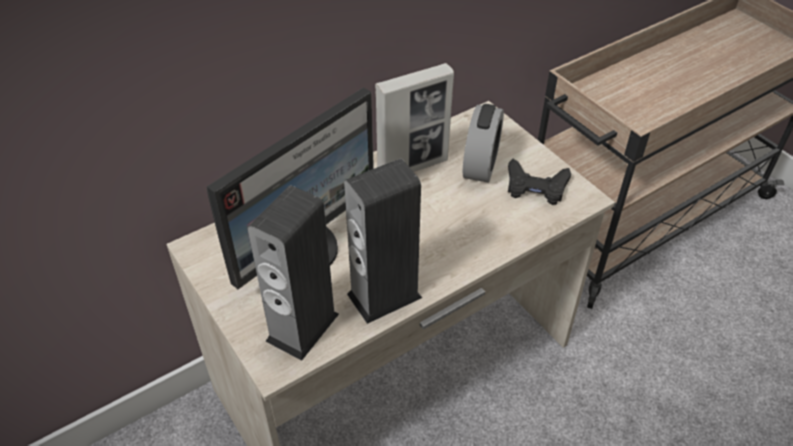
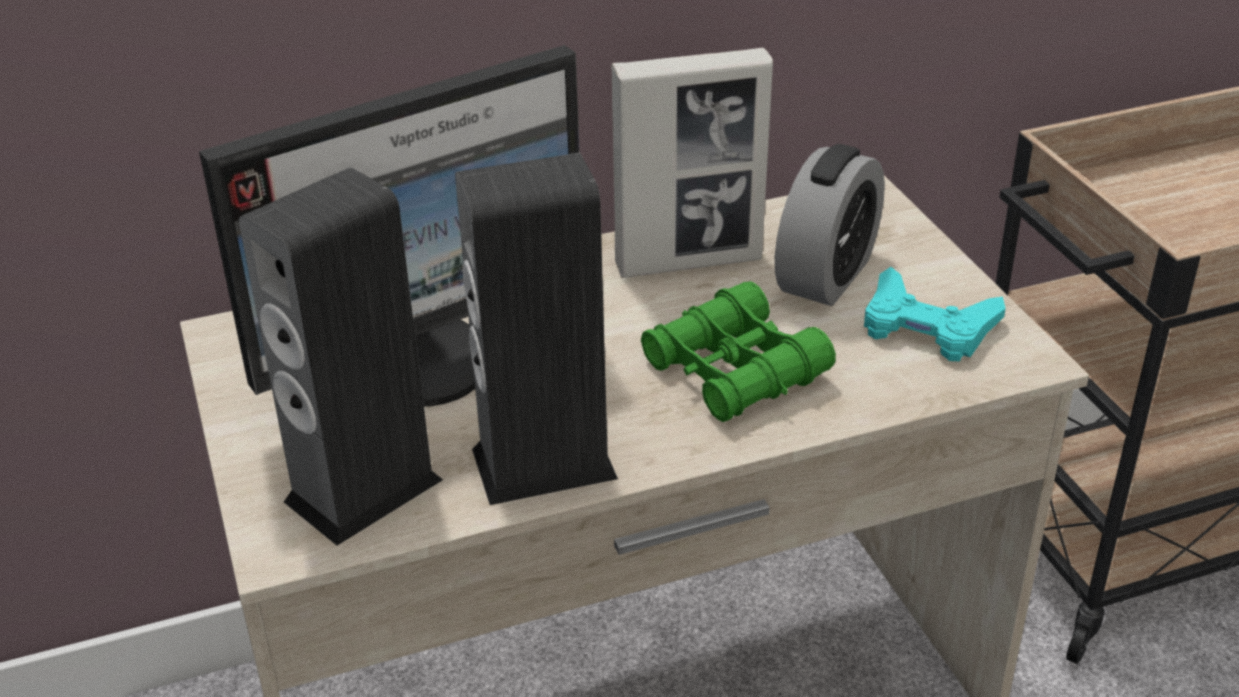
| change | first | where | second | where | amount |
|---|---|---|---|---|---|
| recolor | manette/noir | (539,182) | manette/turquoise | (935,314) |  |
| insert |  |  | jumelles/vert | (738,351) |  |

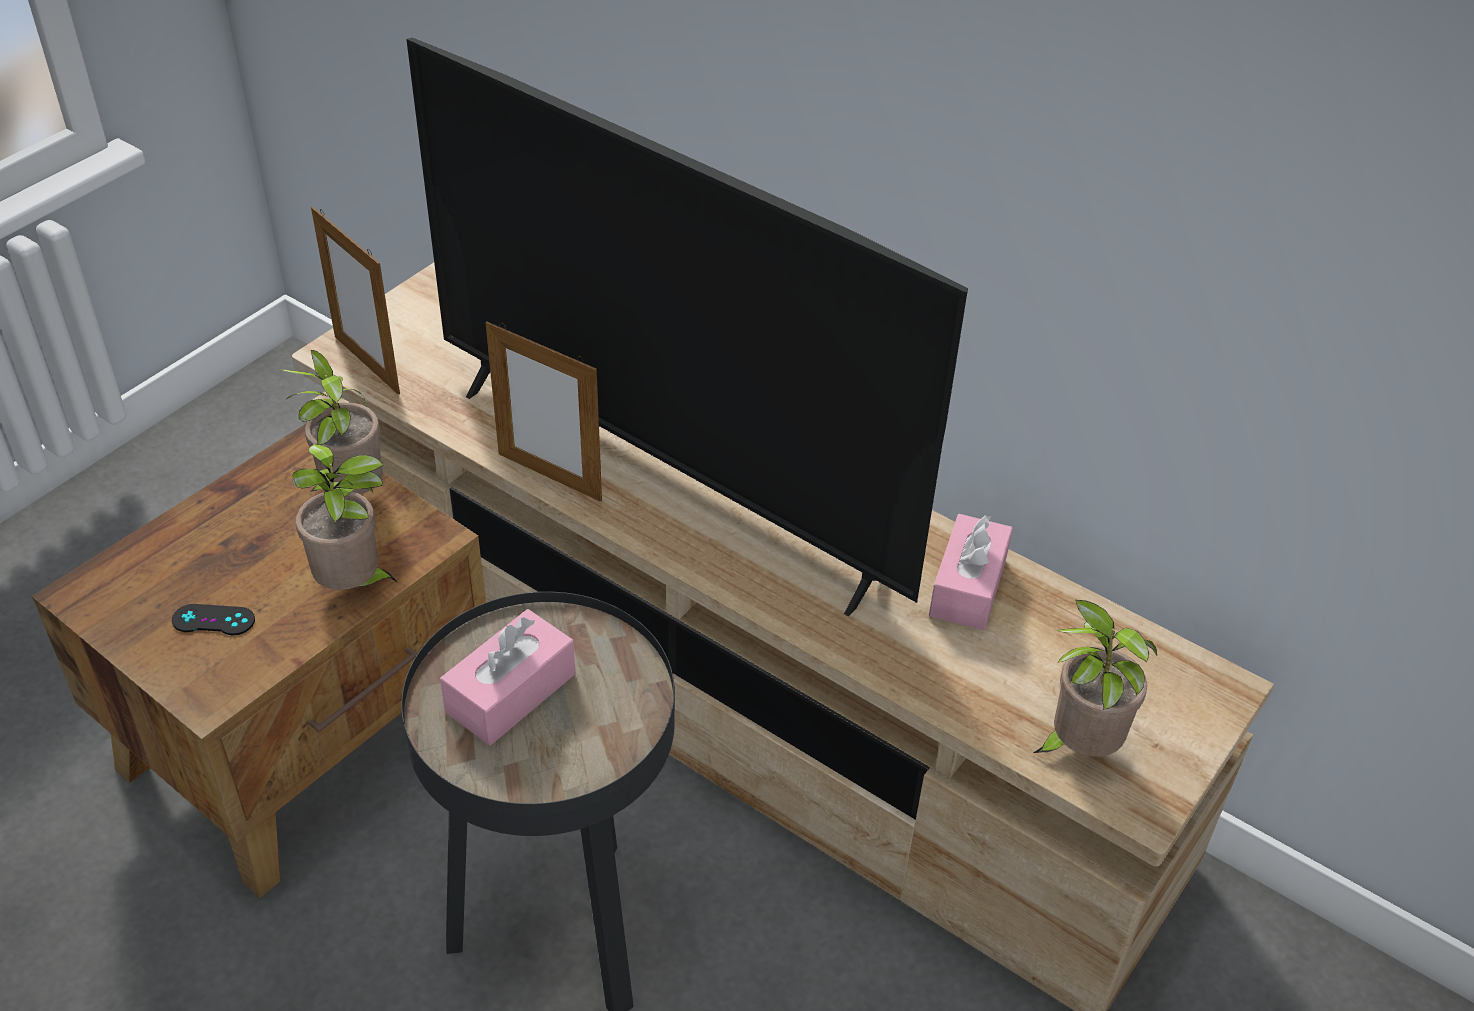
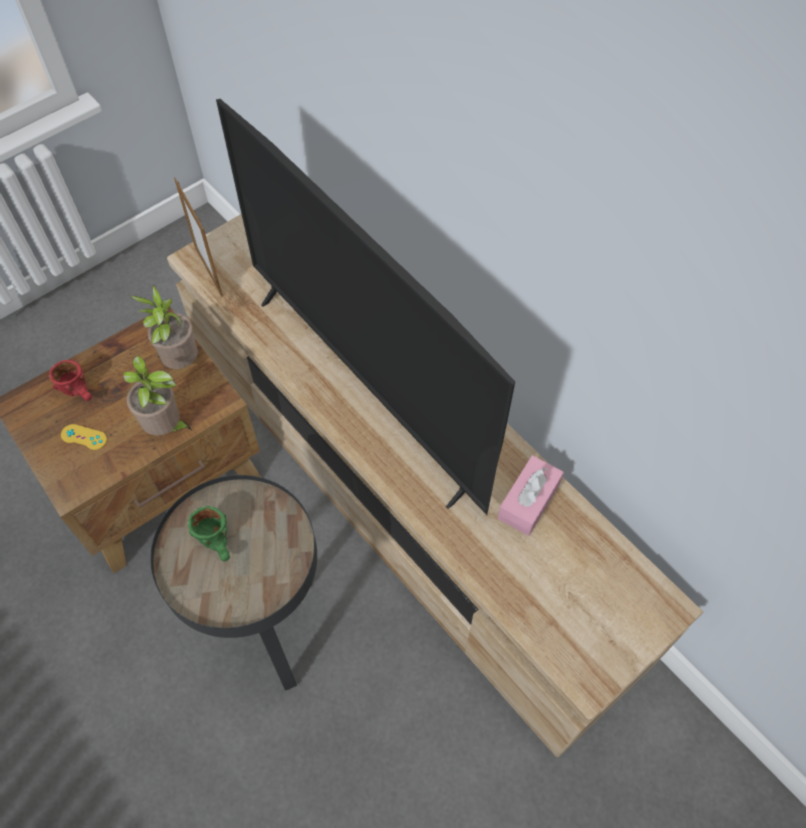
| change | first | where | second | where | amount |
|---|---|---|---|---|---|
| recolor | manette/noir | (213,619) | manette/jaune | (84,437) |  |
| replace | boîte à mouchoirs/rose | (507,677) | mug/vert | (209,534) |  |
| delete | cadre photo | (543,412) |  |  |  |
| delete | plante en pot | (1095,678) |  |  |  |
| insert |  |  | mug/rouge | (70,380) |  |

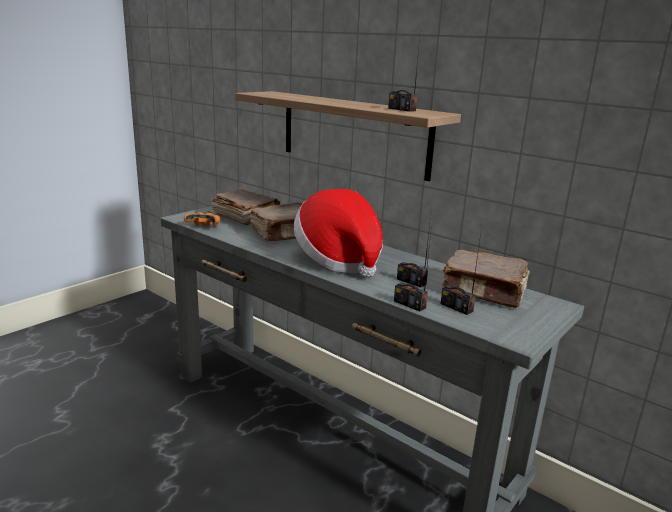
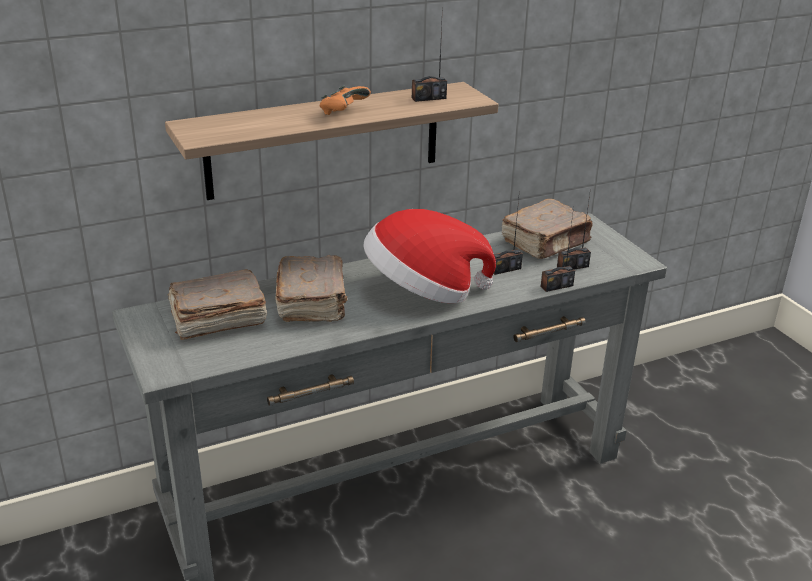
| change | first | where | second | where | amount |
|---|---|---|---|---|---|
| move | manette/orange | (202,219) |  | (345,100) |  |

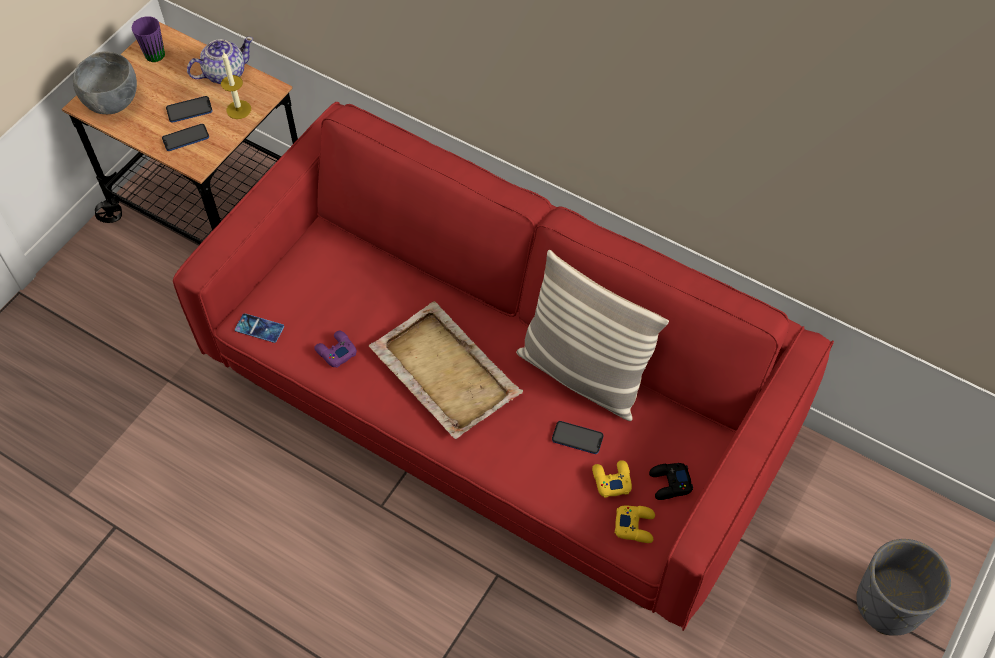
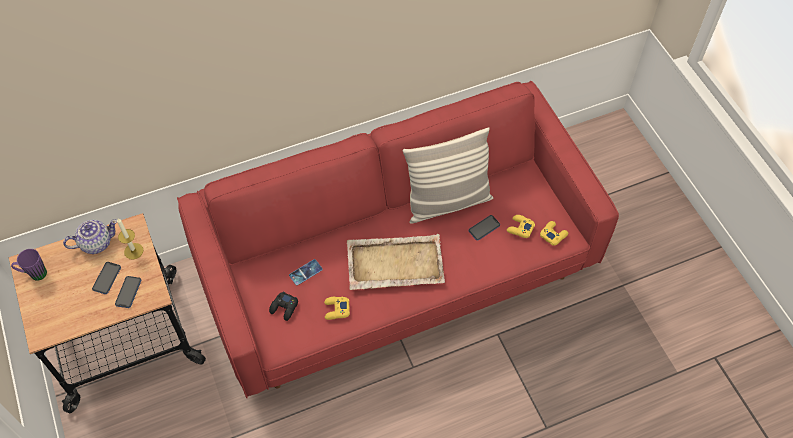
| change | first | where | second | where | amount |
|---|---|---|---|---|---|
| delete | bol/gris | (105,82) |  |  |  |
| rotate | théière | (220,60) |  | (90,236) | 60 degrees clockwise |
| move | téléphone | (259,328) |  | (306,272) |  |
| recolor | manette/violet | (335,349) | manette/jaune | (337,308) |  |
| move | manette/noir | (671,481) |  | (283,306) |  |
| delete | cache-pot/gris | (903,587) |  |  |  |

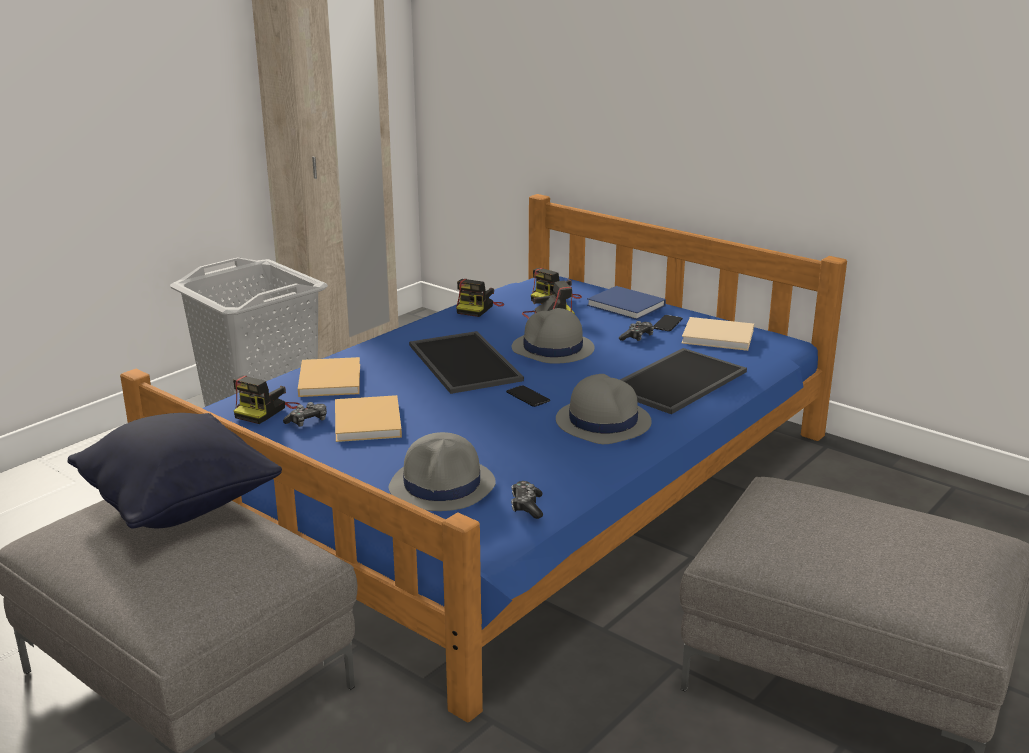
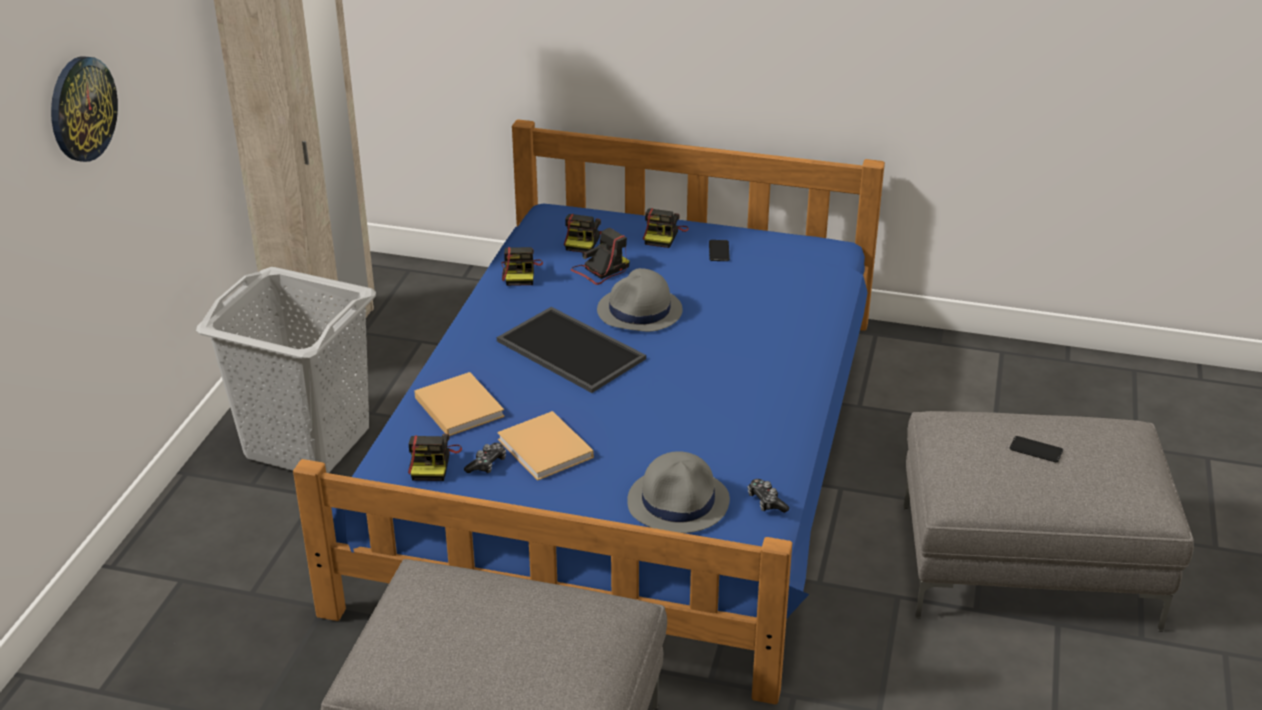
| change | first | where | second | where | amount |
|---|---|---|---|---|---|
| delete | coussin/noir | (174,470) |  |  |  |
| move | téléphone | (528,396) |  | (1036,449) |  |
| delete | chapeau/gris | (604,409) |  |  |  |
| replace | livre/bleu | (626,303) | appareil photo | (666,228) |  |
| delete | manette | (636,331) |  |  |  |
| delete | plateau | (683,381) |  |  |  |
| delete | livre/beige | (718,334) |  |  |  |
| insert |  |  | horloge murale | (84,109) |  |

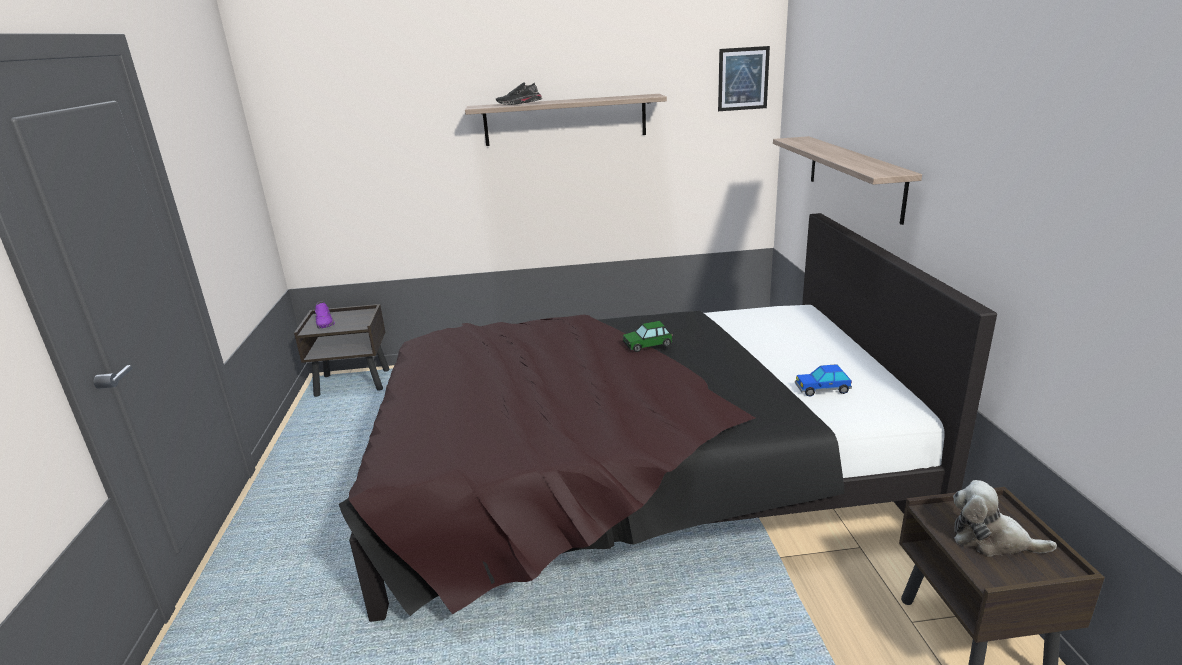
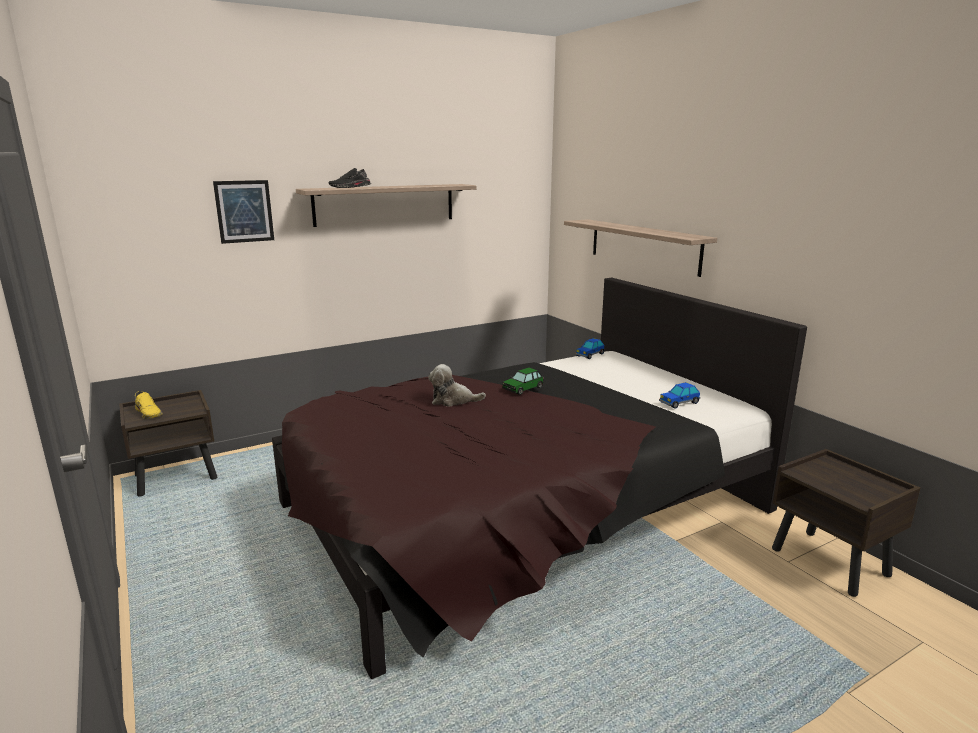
| change | first | where | second | where | amount |
|---|---|---|---|---|---|
| recolor | chaussure/violet | (325,314) | chaussure/jaune | (148,405) |  |
| move | tableau | (744,78) |  | (243,212) |  |
| move | peluche | (1005,518) |  | (457,385) |  |
| insert |  |  | petite voiture | (590,348) |  |

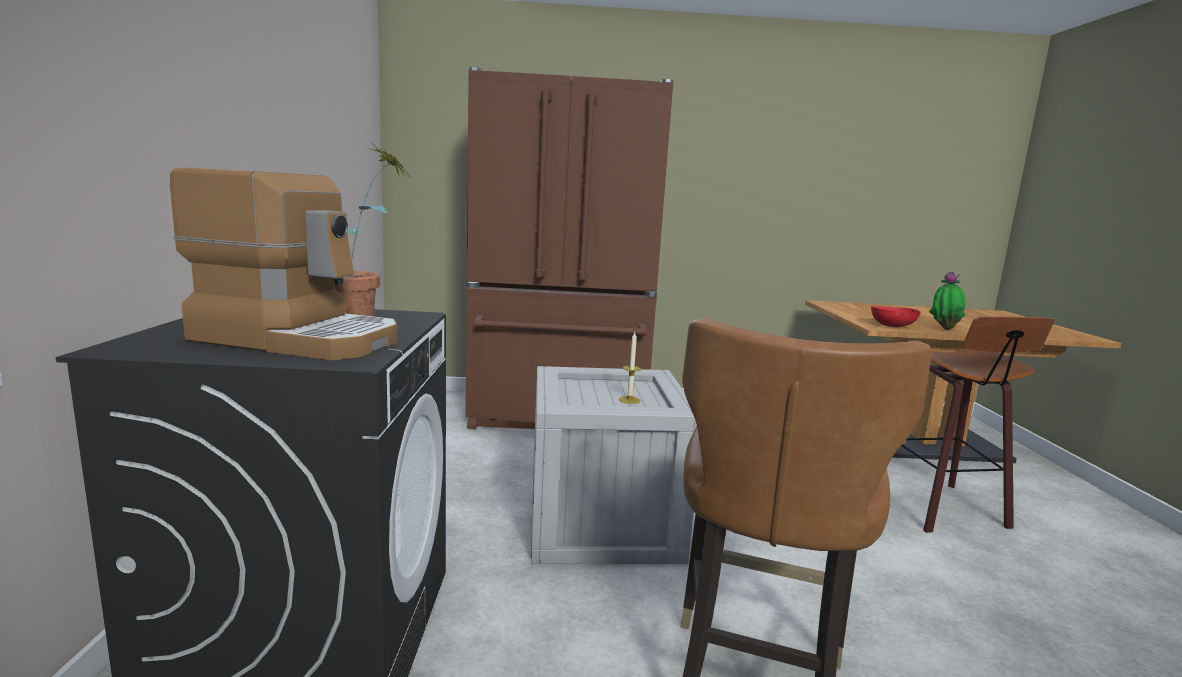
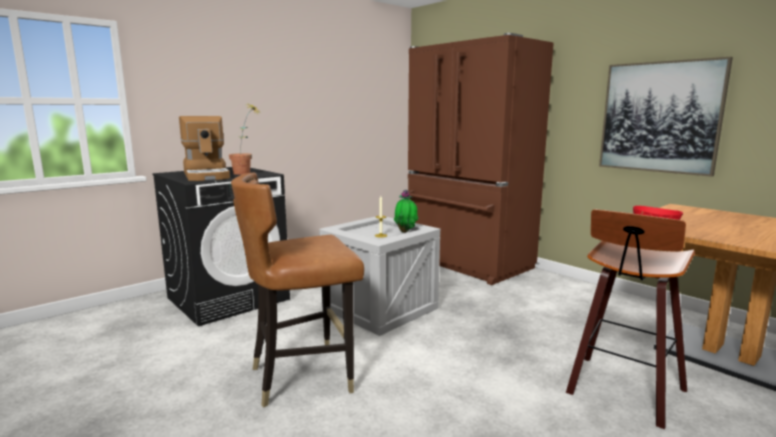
| change | first | where | second | where | amount |
|---|---|---|---|---|---|
| move | plante en pot | (947,300) |  | (406,211) |  |
| insert |  |  | tableau | (666,117) |  |

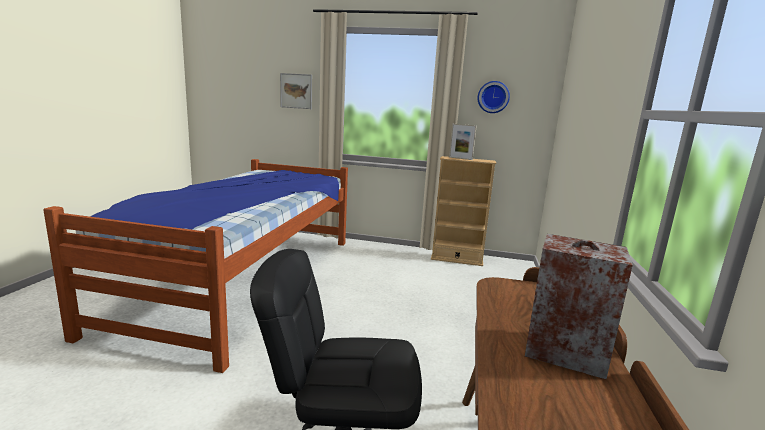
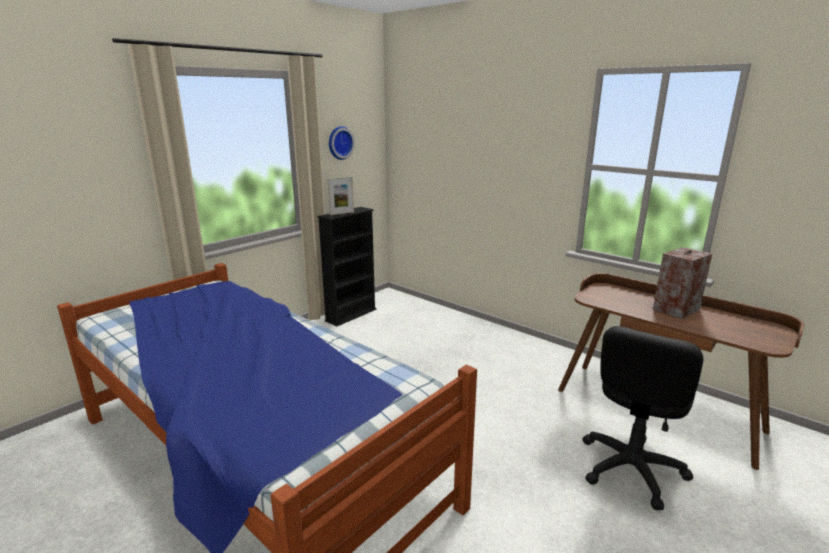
| change | first | where | second | where | amount |
|---|---|---|---|---|---|
| delete | tableau | (296,91) |  |  |  |
| recolor | bibliothèque/beige | (463,211) | bibliothèque/noir | (347,266) |  |

